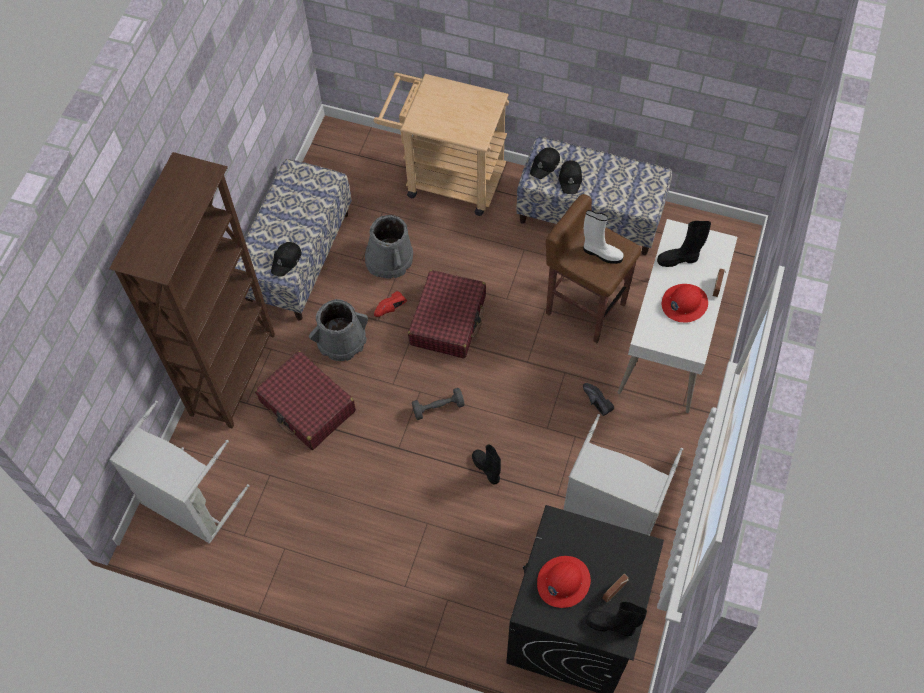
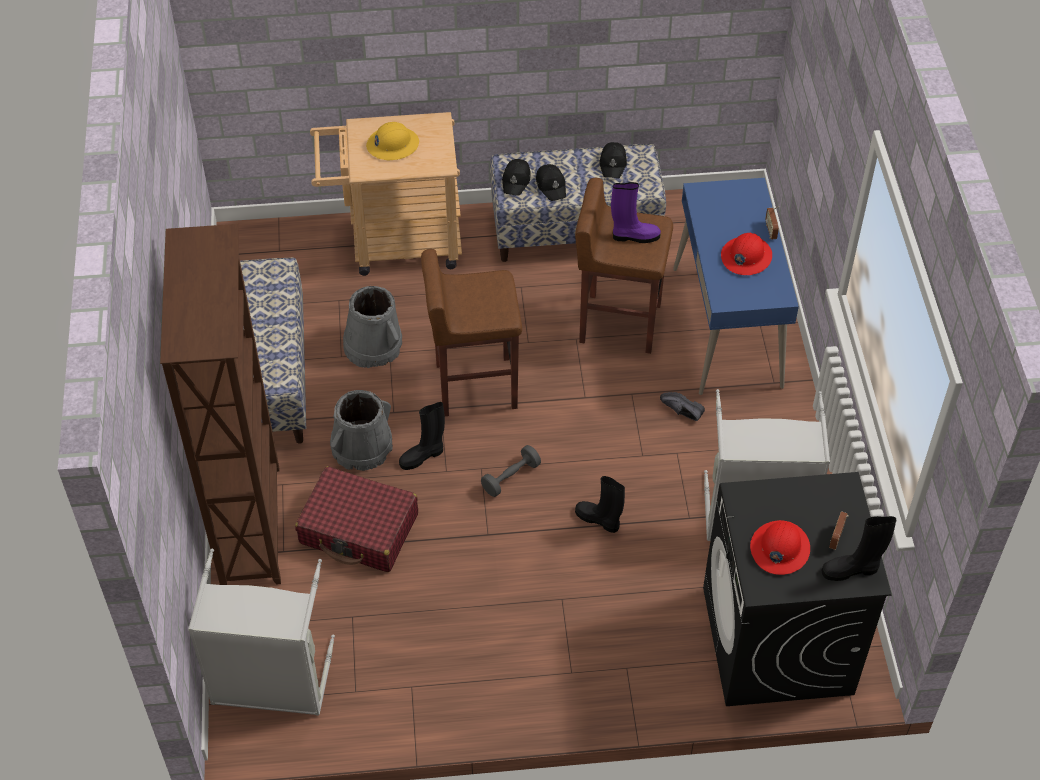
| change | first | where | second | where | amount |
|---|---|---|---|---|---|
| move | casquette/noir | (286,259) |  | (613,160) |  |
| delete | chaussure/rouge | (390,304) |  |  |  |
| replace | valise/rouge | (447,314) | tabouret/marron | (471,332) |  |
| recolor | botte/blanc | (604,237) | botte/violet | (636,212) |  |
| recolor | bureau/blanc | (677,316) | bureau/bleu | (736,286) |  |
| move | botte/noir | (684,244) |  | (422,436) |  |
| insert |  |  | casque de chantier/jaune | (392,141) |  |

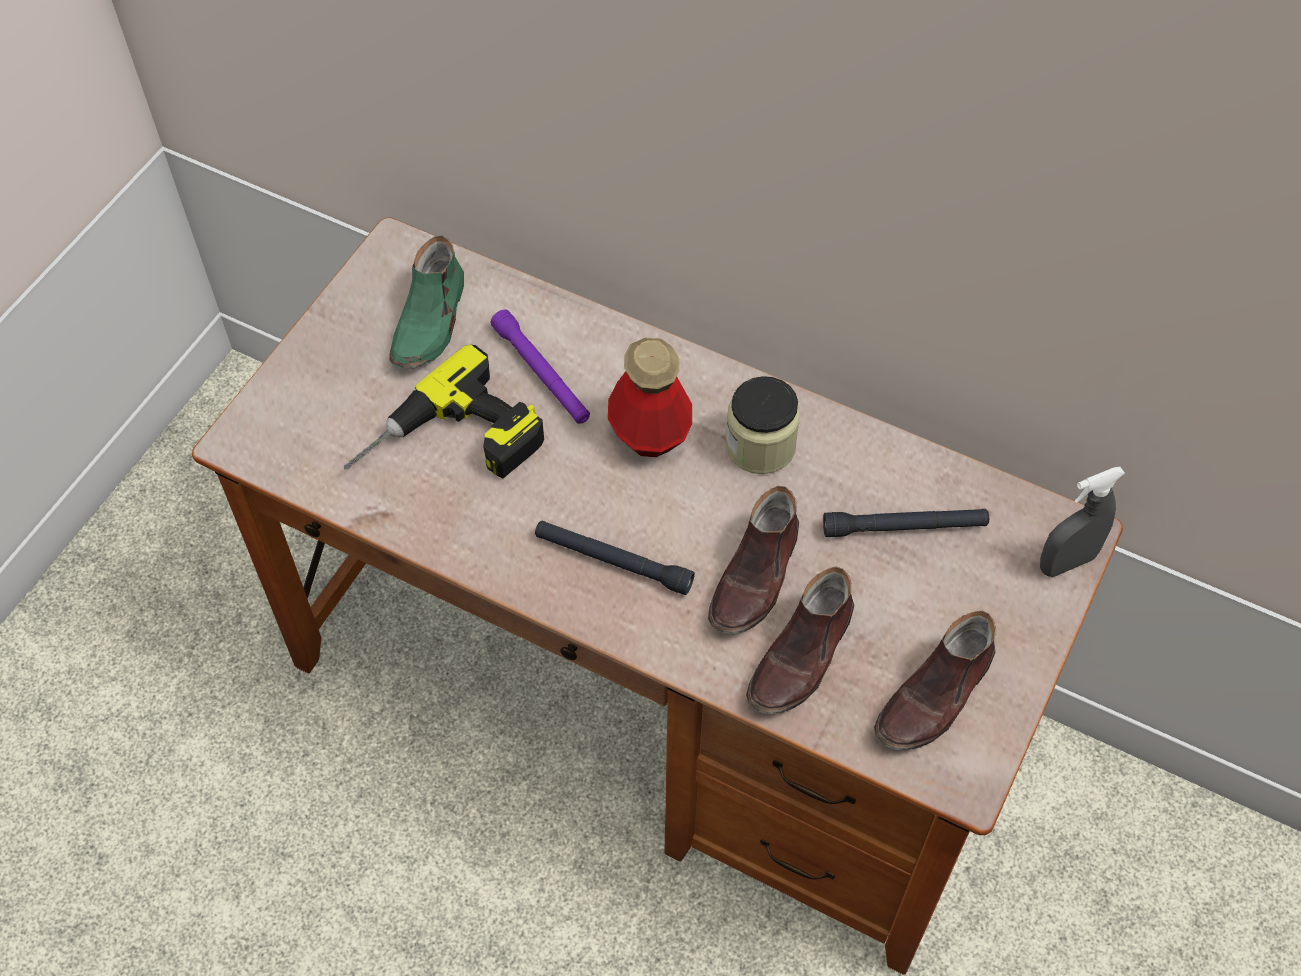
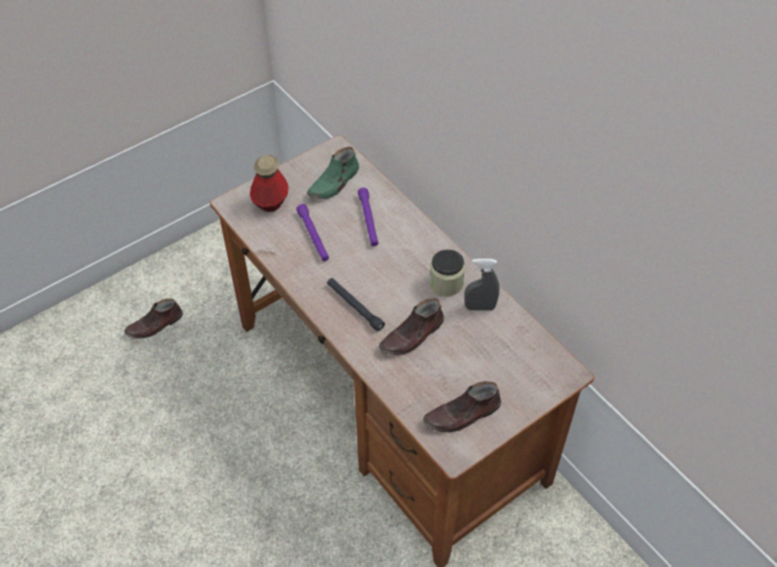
| change | first | where | second | where | amount |
|---|---|---|---|---|---|
| replace | perceuse | (444,411) | lampe de poche/violet | (312,232) |  |
| move | bouteille | (650,397) |  | (269,183) |  |
| move | chaussure/marron | (800,641) |  | (153,318) |  |
| delete | lampe de poche/noir | (906,523) |  |  |  |
| move | vaporisateur/gris | (1082,522) |  | (481,285) |  |

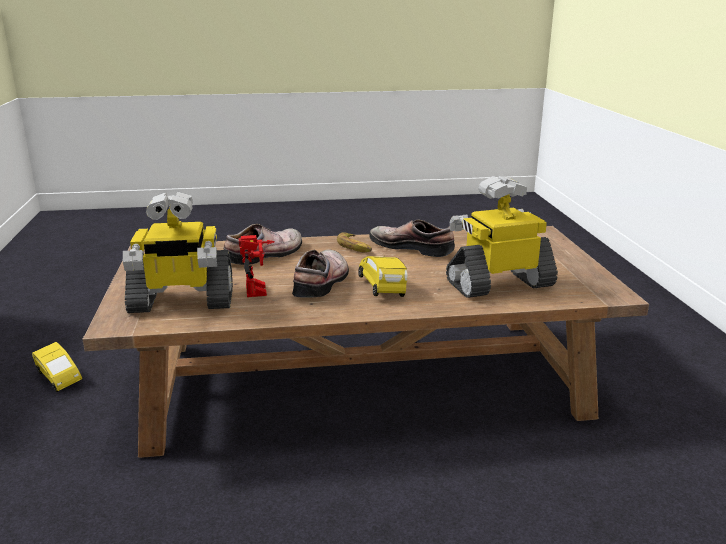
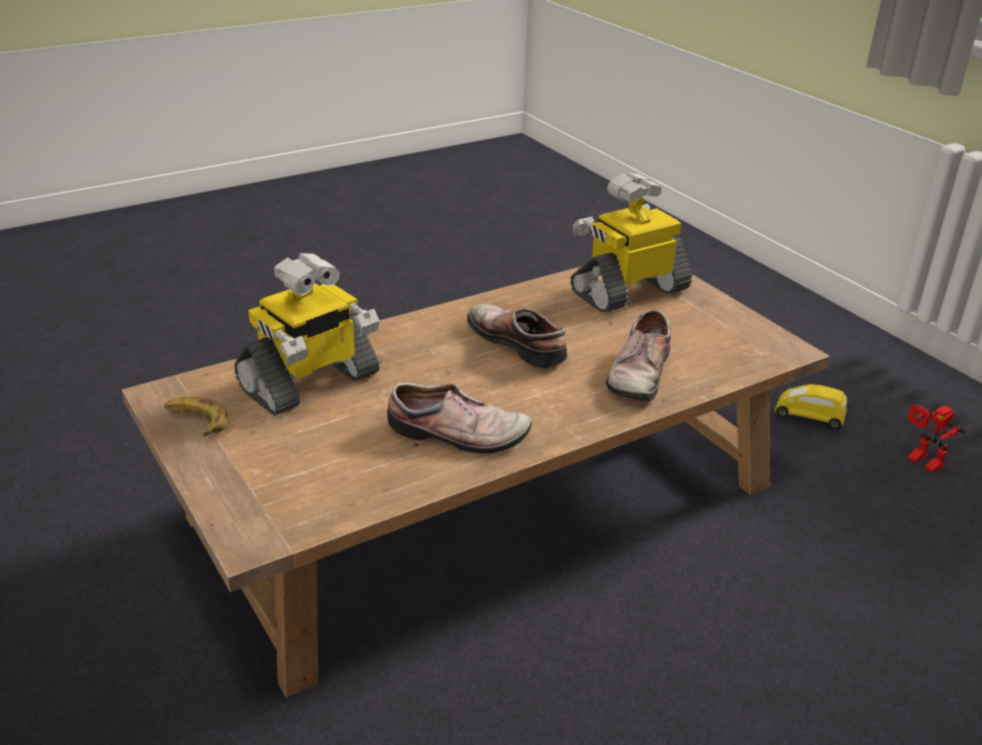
| change | first | where | second | where | amount |
|---|---|---|---|---|---|
| move | robot jouet | (257,266) |  | (936,438) |  |
| rotate | chaussure | (320,274) |  | (517,336) | 150 degrees clockwise |
| move | banane | (354,242) |  | (196,416) |  |
| delete | petite voiture/jaune | (382,276) |  |  |  |

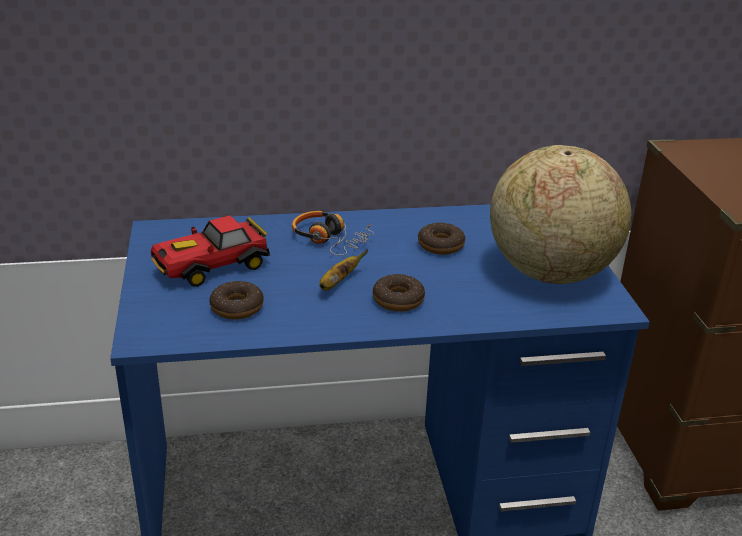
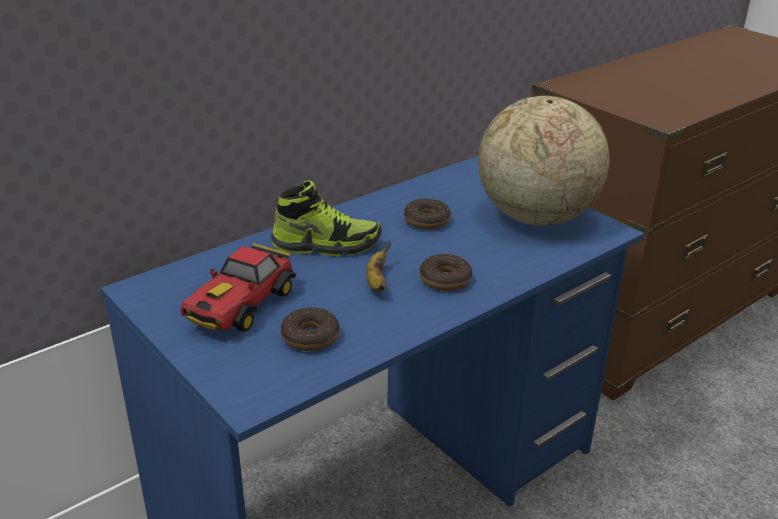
| change | first | where | second | where | amount |
|---|---|---|---|---|---|
| replace | casque audio | (333,233) | chaussure | (326,218) |  |

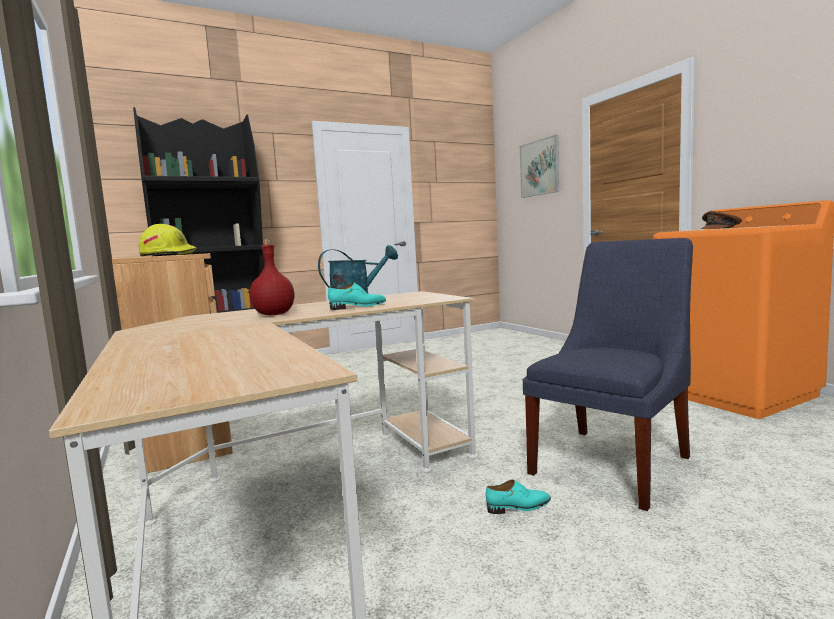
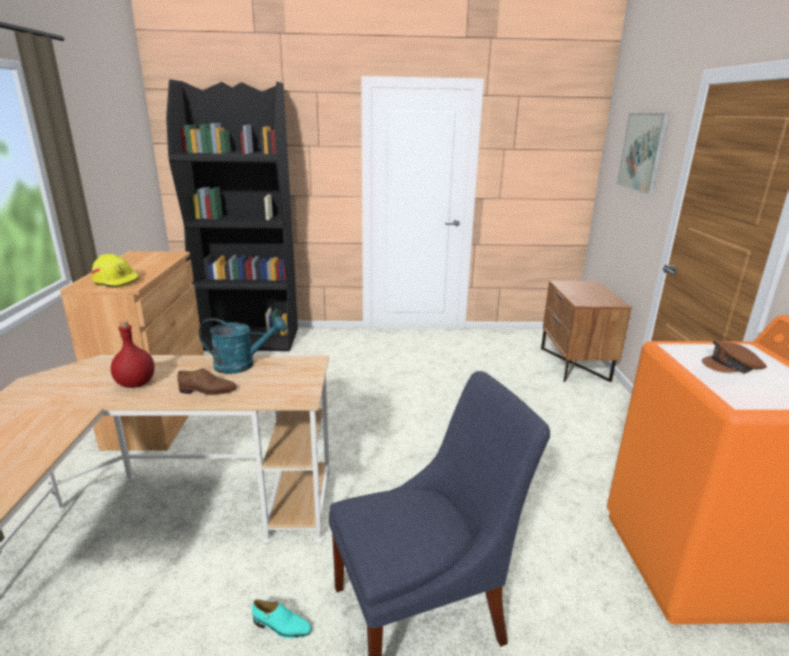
| change | first | where | second | where | amount |
|---|---|---|---|---|---|
| recolor | chaussure/turquoise | (357,296) | chaussure/marron | (207,381) |  |
| insert |  |  | table de chevet/marron | (586,331) |  |

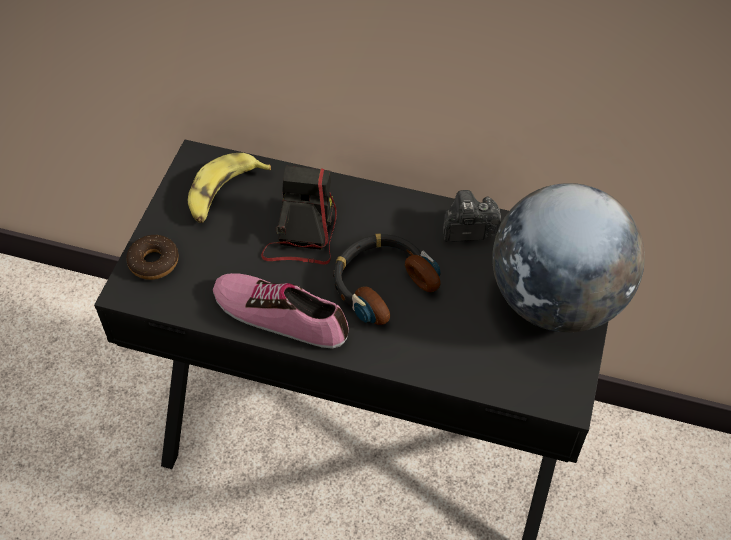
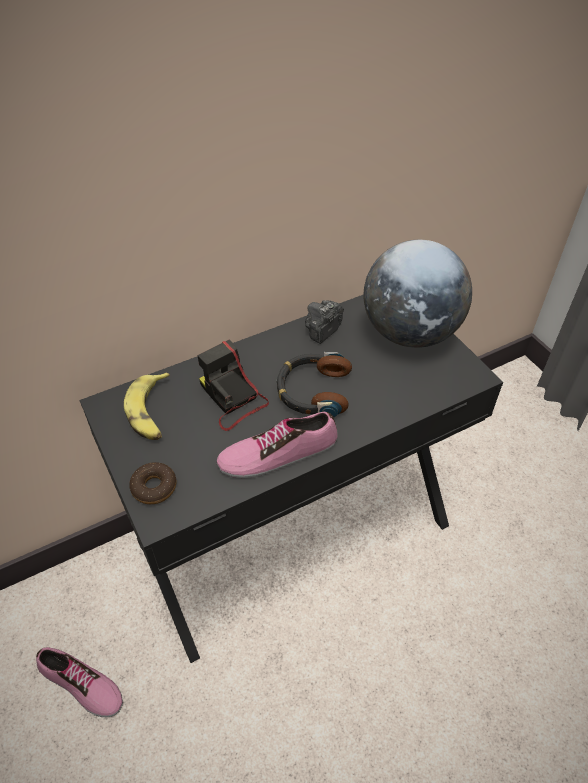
| change | first | where | second | where | amount |
|---|---|---|---|---|---|
| insert |  |  | chaussure | (79,682) |  |

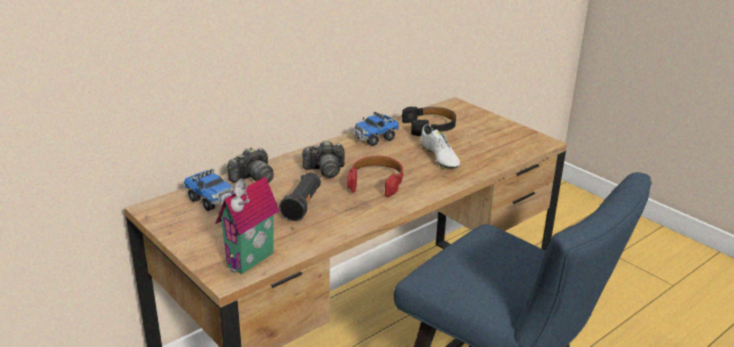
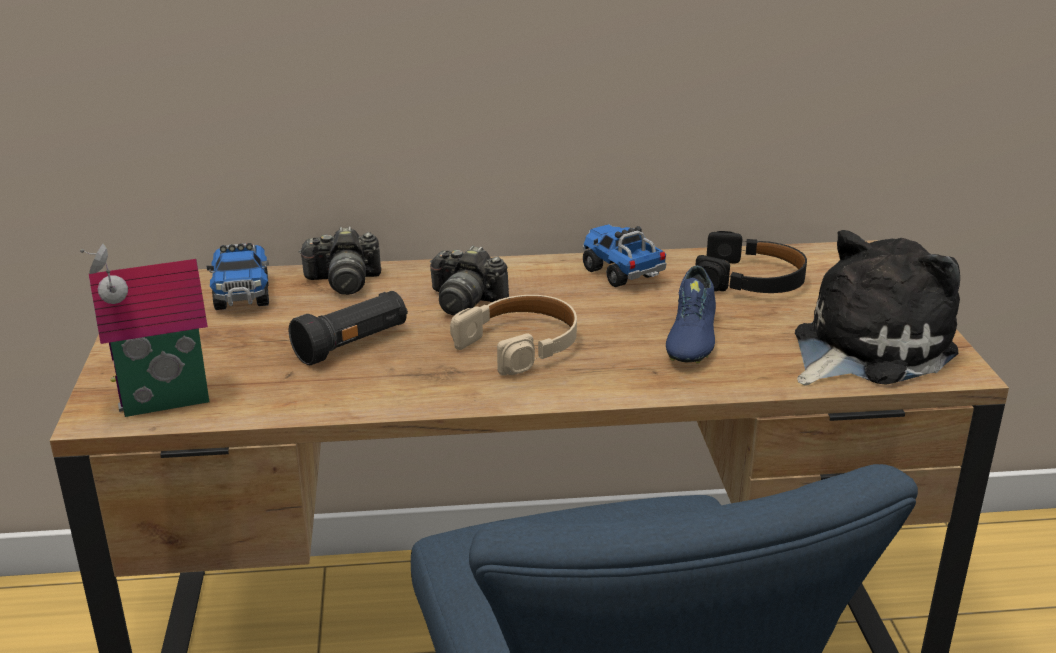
| change | first | where | second | where | amount |
|---|---|---|---|---|---|
| recolor | casque audio/rouge | (375,176) | casque audio/beige | (513,335) |  |
| rotate | camion jouet | (376,129) |  | (625,255) | 60 degrees clockwise |
| recolor | chaussure/blanc | (440,146) | chaussure/bleu | (691,314) |  |
| insert |  |  | peluche | (877,308) |  |

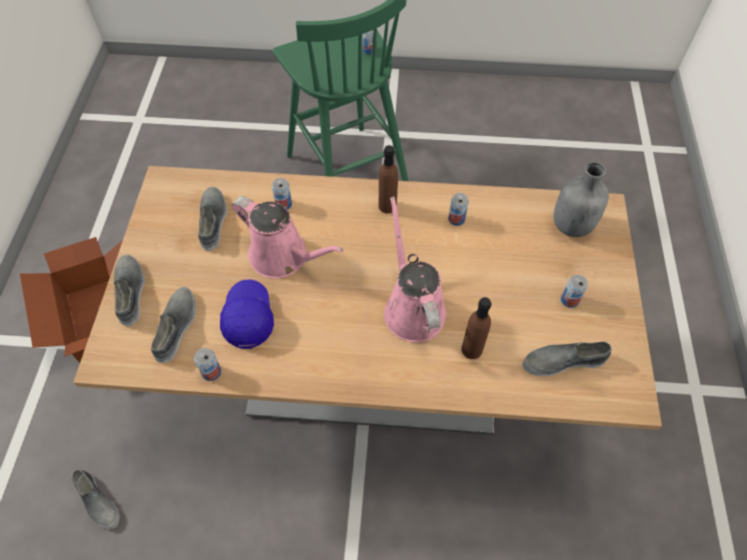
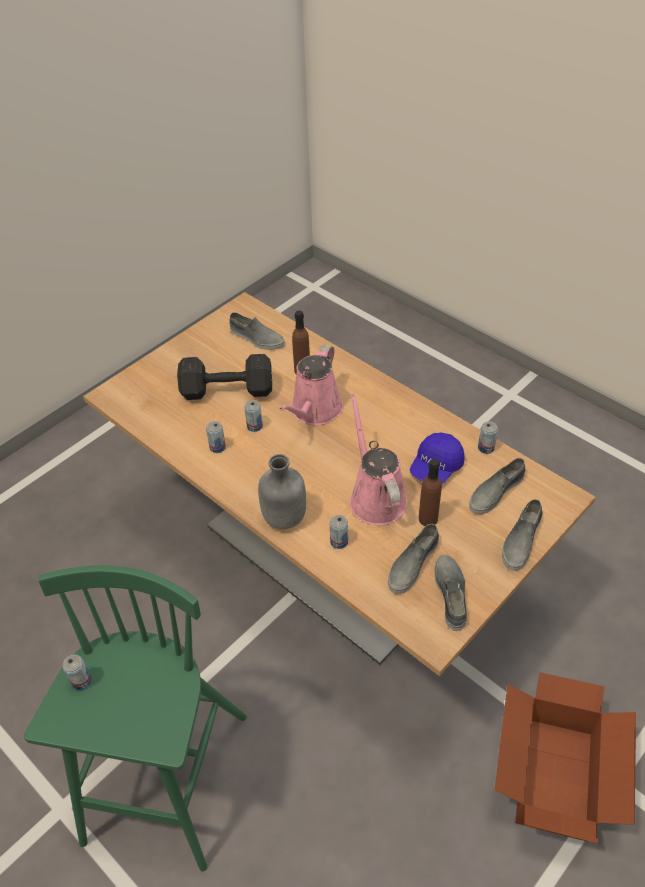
| change | first | where | second | where | amount |
|---|---|---|---|---|---|
| move | chaussure/gris | (96,499) |  | (450,592) |  |
| move | bouteille/marron | (388,179) |  | (430,492) |  |
| move | bouteille/gris | (581,199) |  | (282,491) |  |
| move | boîte métallique | (574,291) |  | (253,416) |  |
| insert |  |  | haltère/noir | (224,377) |  |

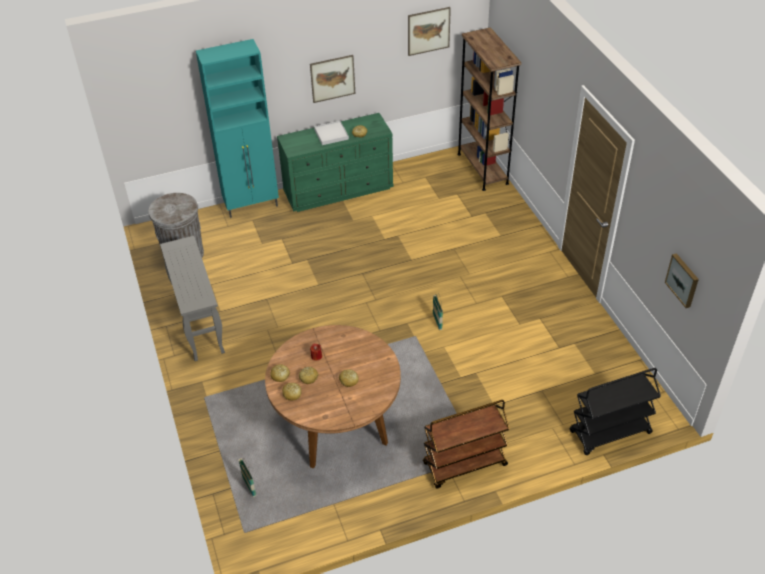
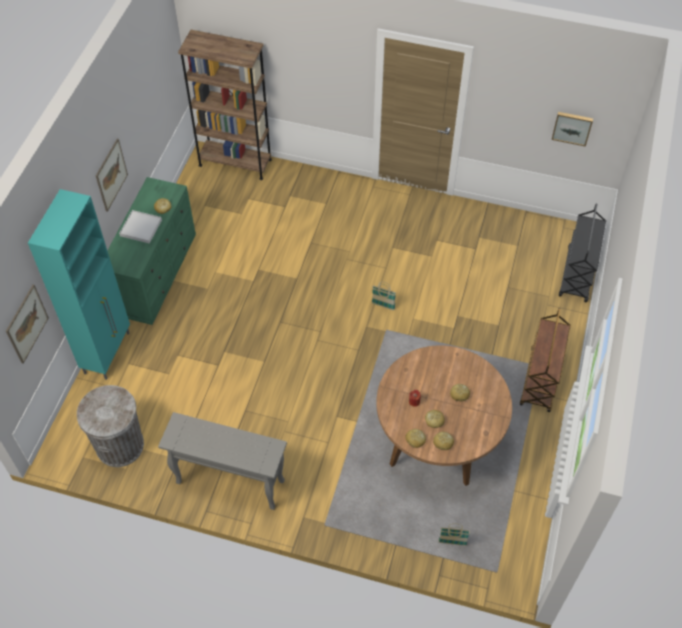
| change | first | where | second | where | amount |
|---|---|---|---|---|---|
| move | tableau | (429,31) |  | (27,324) |  |

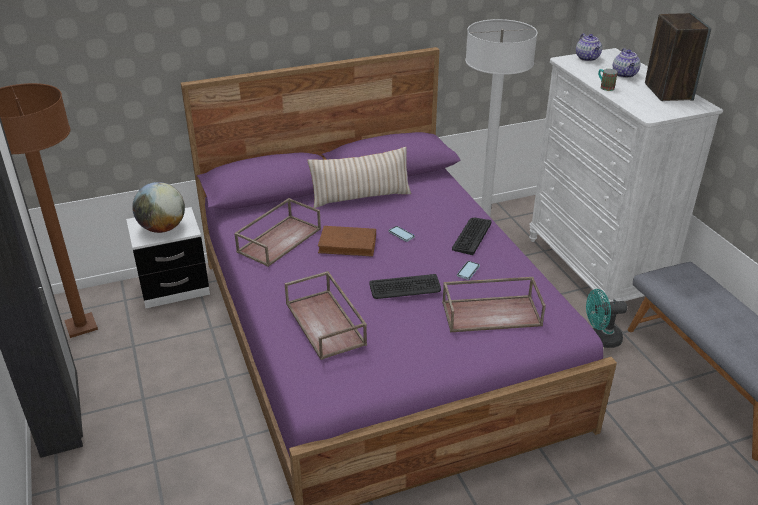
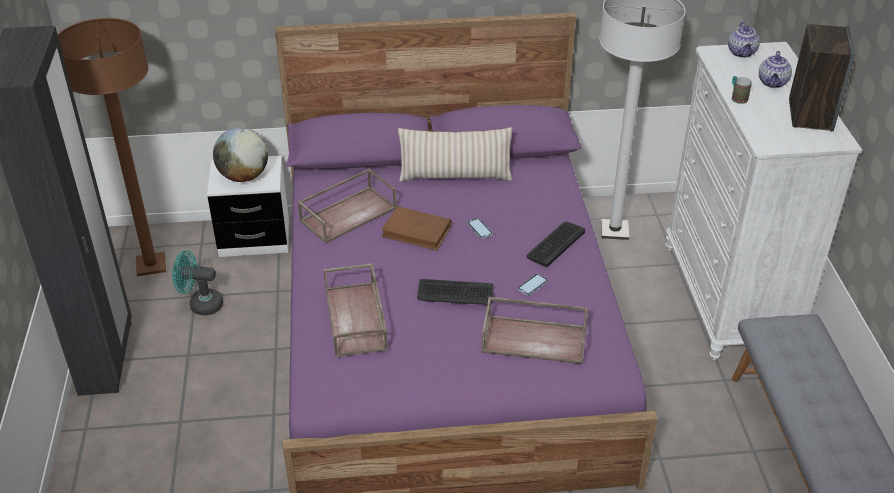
| change | first | where | second | where | amount |
|---|---|---|---|---|---|
| move | ventilateur/turquoise | (606,318) |  | (197,282) |  |

